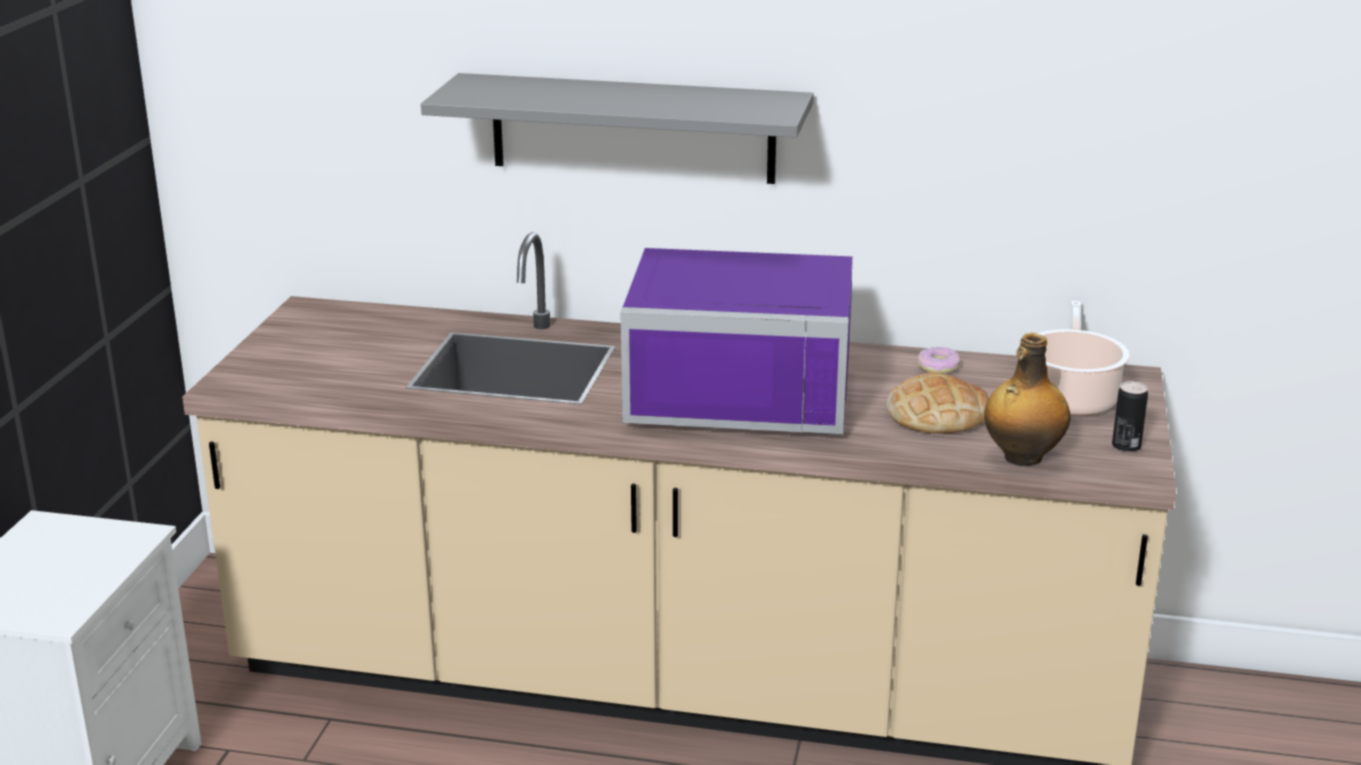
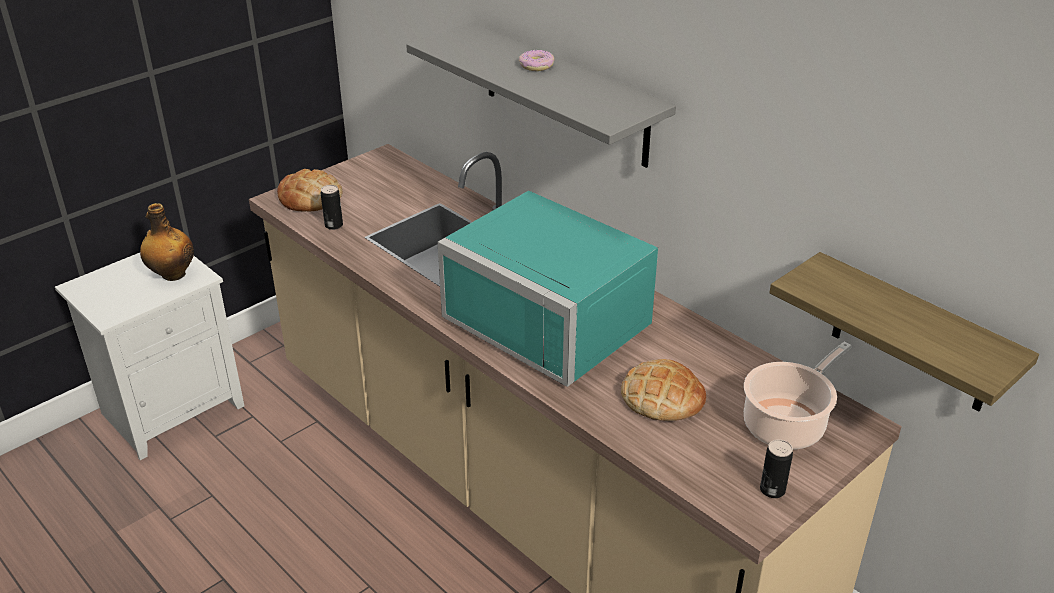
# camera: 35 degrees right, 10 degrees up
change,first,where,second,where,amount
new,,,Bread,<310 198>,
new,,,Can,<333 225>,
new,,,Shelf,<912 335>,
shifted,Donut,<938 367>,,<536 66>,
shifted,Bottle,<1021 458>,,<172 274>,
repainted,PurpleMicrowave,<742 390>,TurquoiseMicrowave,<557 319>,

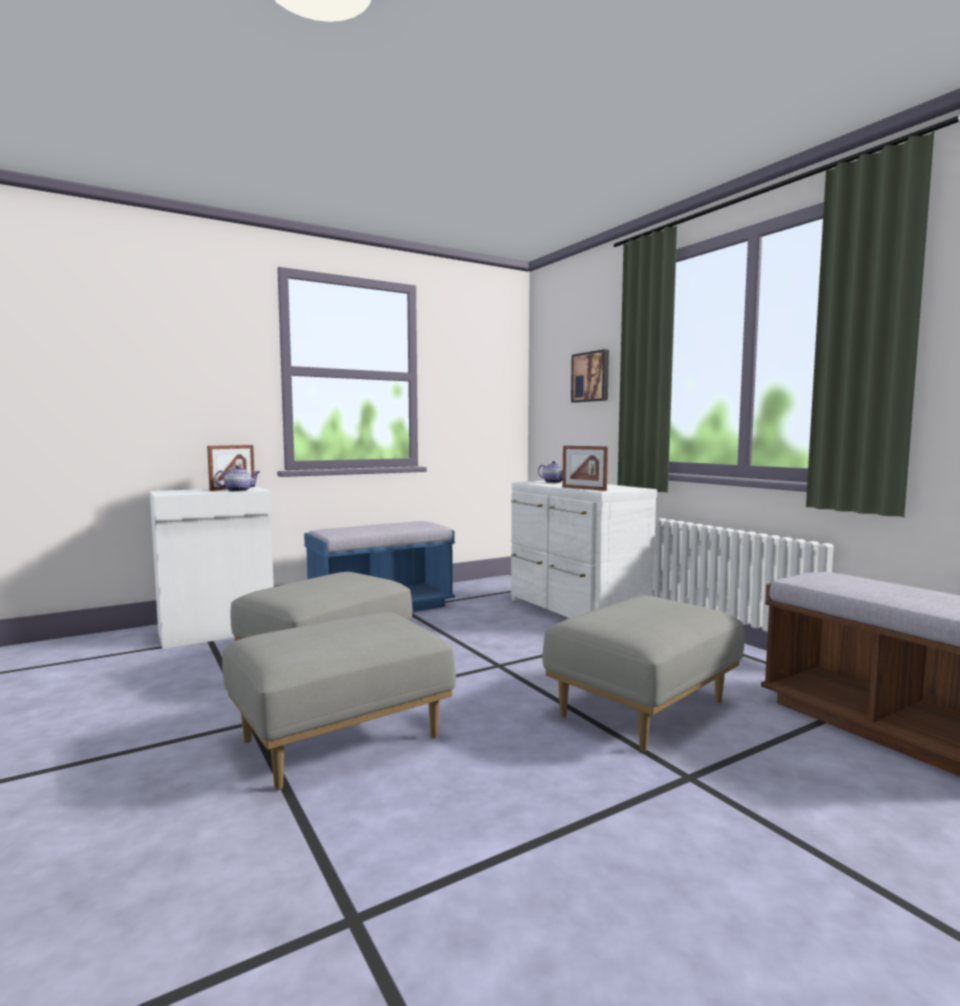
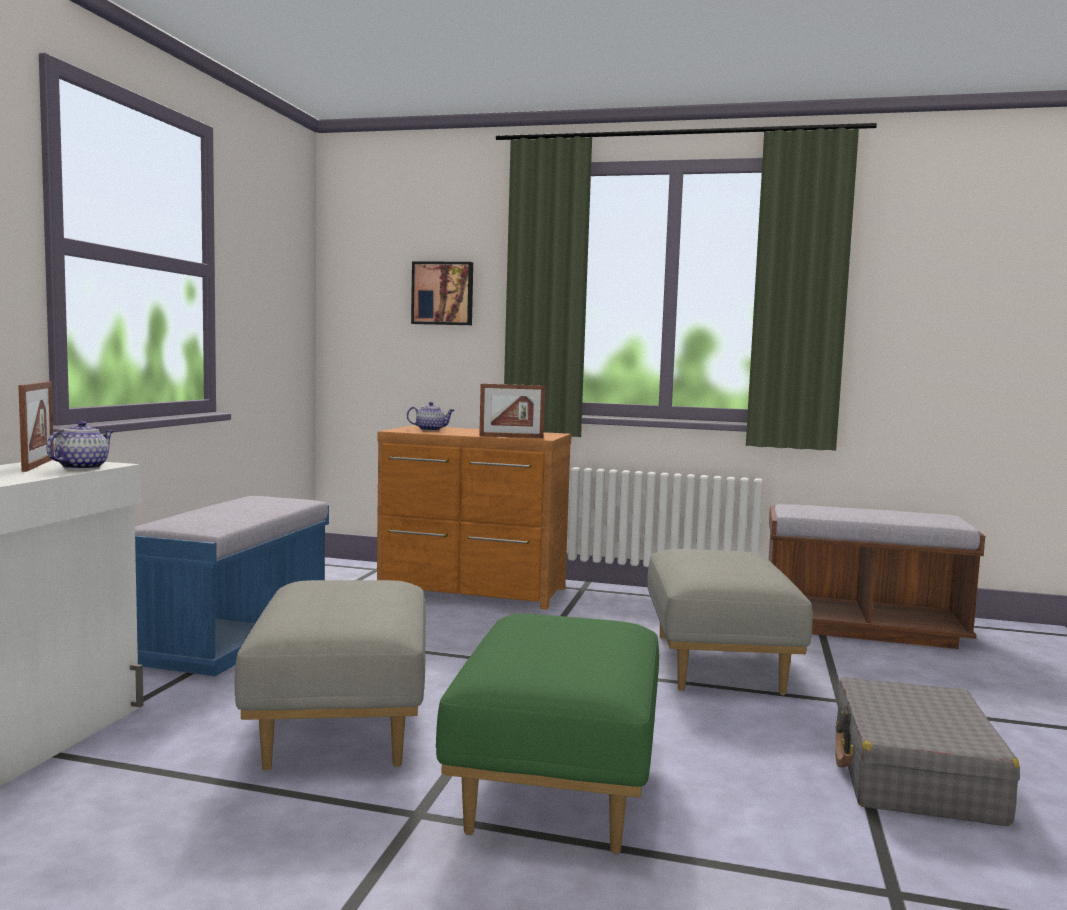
# camera: 45 degrees left, 0 degrees up
change,first,where,second,where,amount
new,,,GreySuitcase,<914 775>,
repainted,GreyOttoman,<341 738>,GreenOttoman,<555 784>,
repainted,WhiteDresser,<574 611>,BrownDresser,<472 591>,

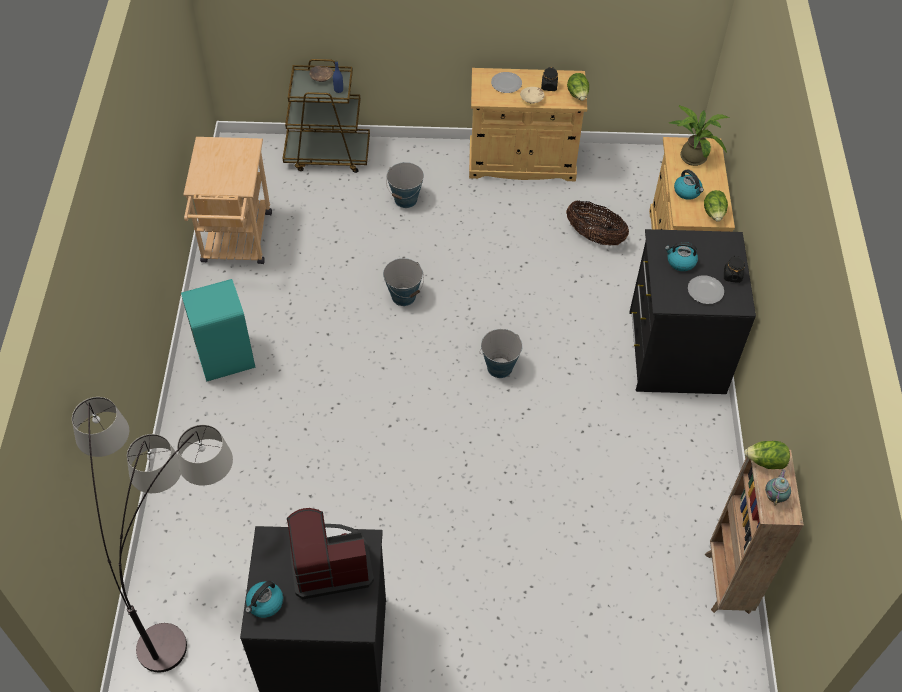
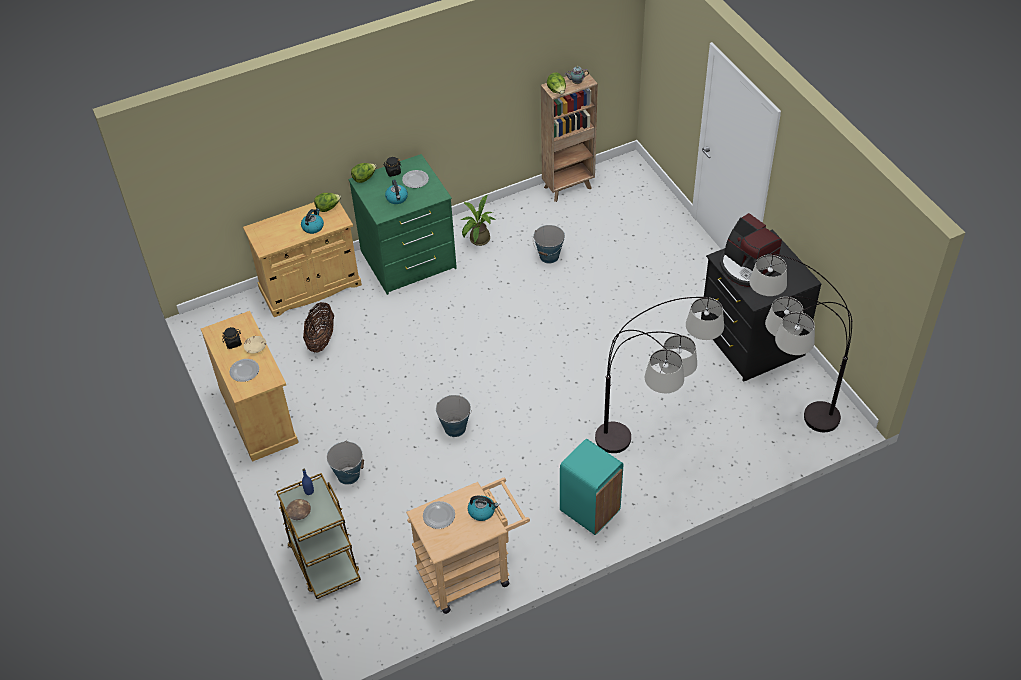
# camera: 115 degrees left, 5 degrees down
change,first,where,second,where,amount
new,,,Plate,<438 516>,
new,,,FloorLamp,<651 458>,
shifted,Kettle,<265 603>,,<482 511>,
shifted,Bucket,<499 367>,,<549 256>,
shifted,Lettuce,<577 95>,,<364 178>,
shifted,PottedPlant,<692 155>,,<477 240>,
repainted,BlackDresser,<674 352>,GreenDresser,<408 260>,

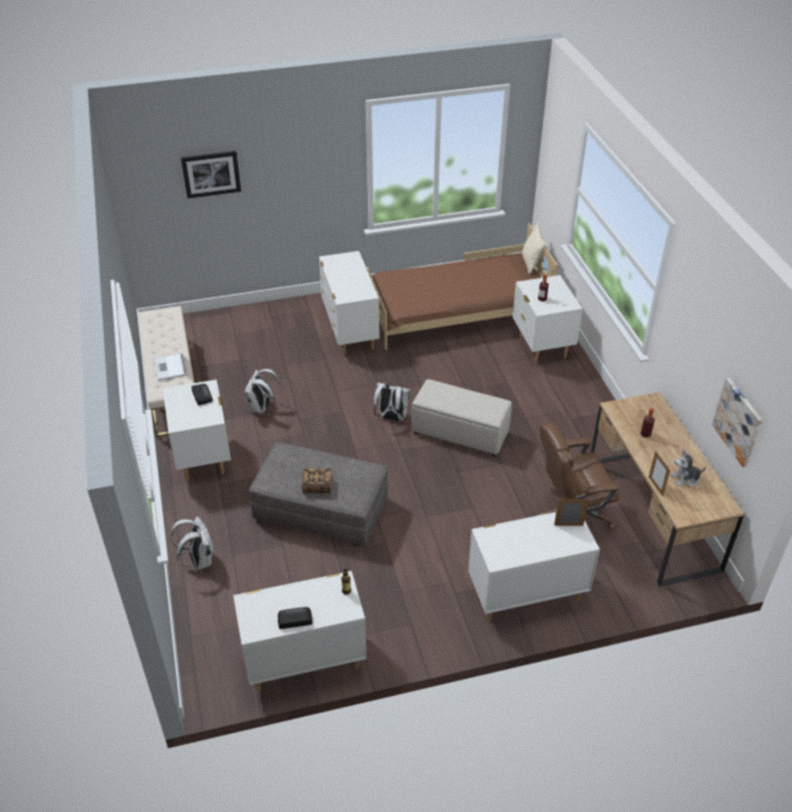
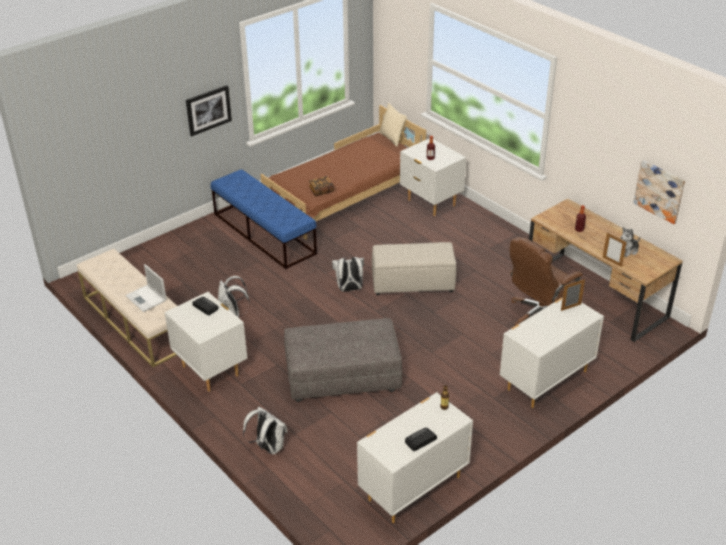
# camera: 25 degrees left, 5 degrees down
change,first,where,second,where,amount
shifted,Picture,<211 174>,,<208 110>,
shifted,Book,<317 486>,,<321 191>,
swapped,WhiteDresser,<350 331>,BlueBench,<264 234>,

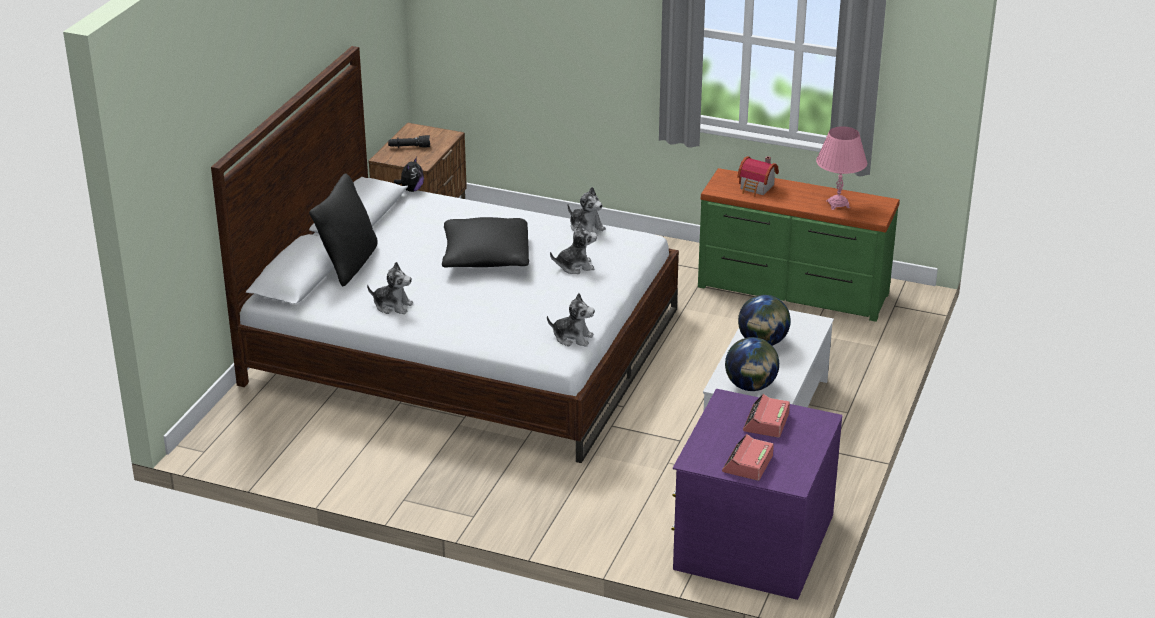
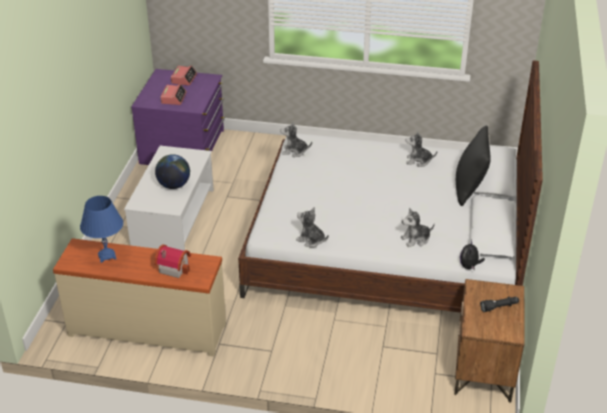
# camera: 170 degrees right, 5 degrees up
change,first,where,second,where,amount
gone,BlackPillow,<485 257>,,,
gone,Globe,<751 386>,,,
shifted,PlushToy,<575 266>,,<416 239>,
repainted,GreenDresser,<792 291>,BeigeDresser,<148 328>,
repainted,PinkTableLamp,<838 204>,BlueTableLamp,<107 256>,

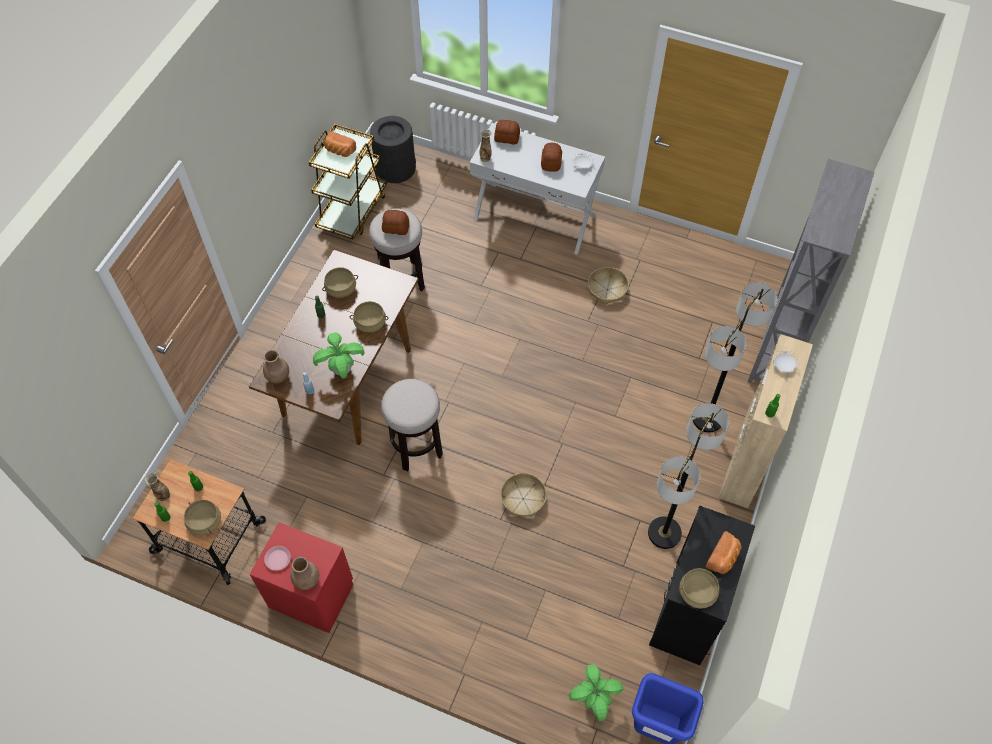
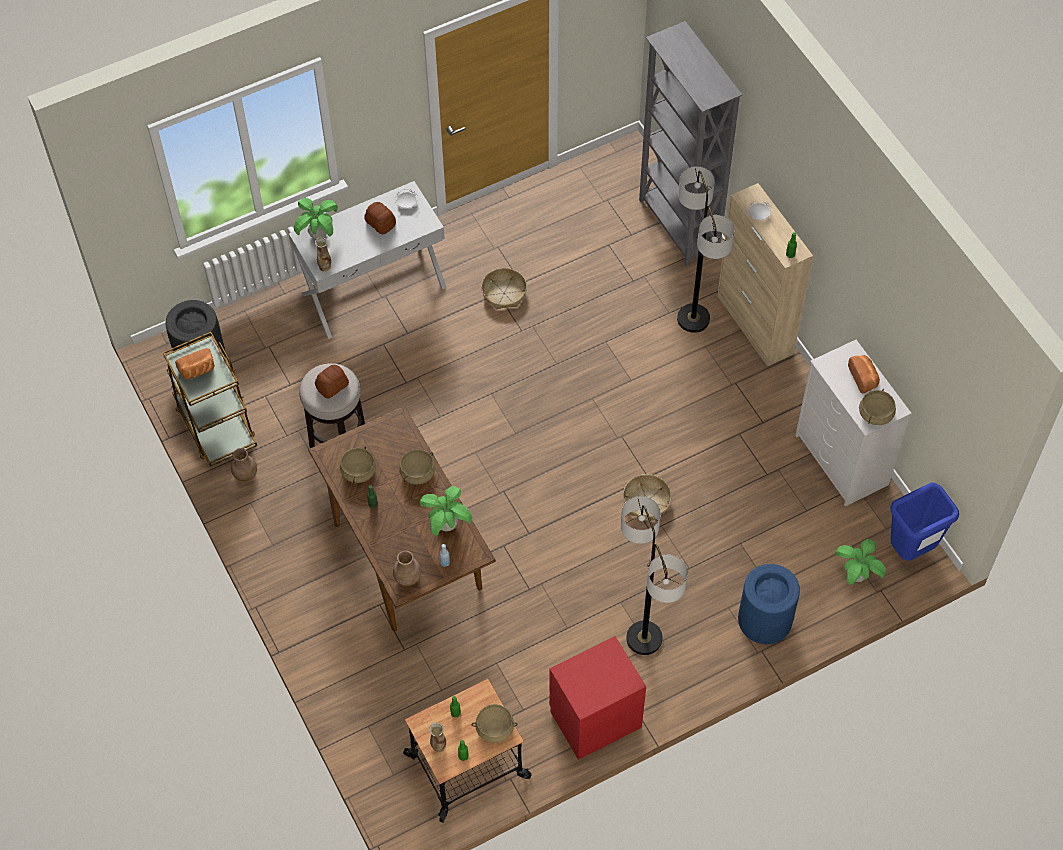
# camera: 50 degrees left, 0 degrees up
change,first,where,second,where,amount
gone,PinkPlate,<278 559>,,,
gone,Stool,<416 447>,,,
new,,,BlueTrashCan,<765 619>,
shifted,BrownVase,<307 580>,,<246 474>,
shifted,FloorLamp,<664 533>,,<644 638>,
swapped,Bread,<507 138>,PottedPlant,<319 235>,
repainted,BlackDresser,<687 613>,WhiteDresser,<842 460>,

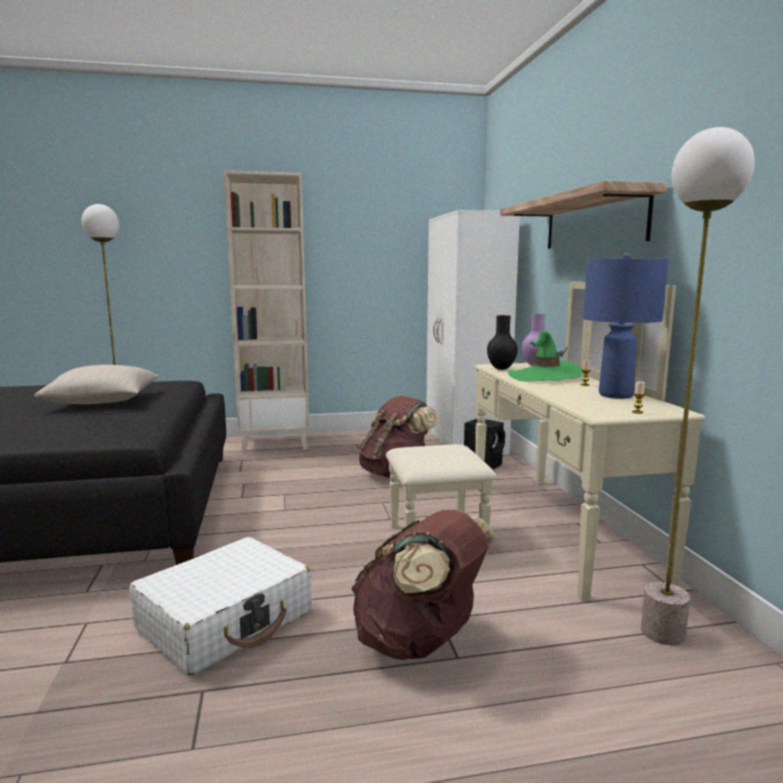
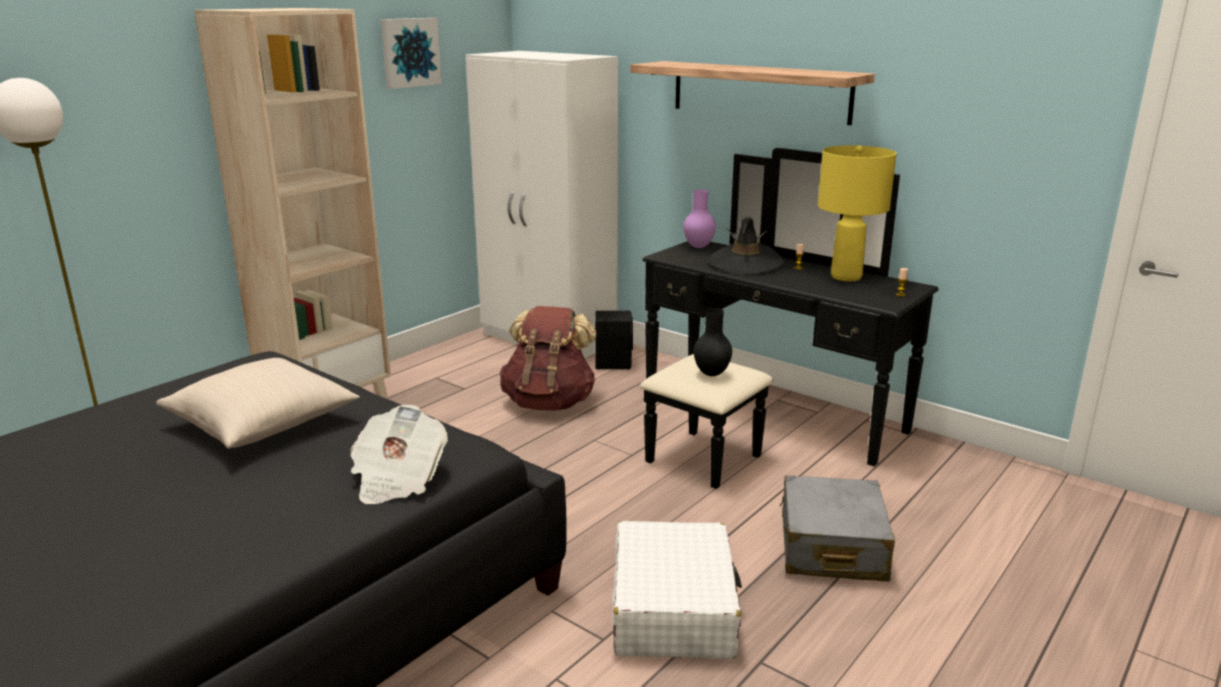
# camera: 40 degrees left, 10 degrees up
change,first,where,second,where,amount
gone,FloorLamp,<663 633>,,,
new,,,Newspaper,<397 479>,
new,,,Picture,<409 52>,
shifted,BlackVase,<500 368>,,<710 374>,
swapped,BrownBackpack,<419 642>,GreySuitcase,<831 547>,
repainted,BeigeDresser,<530 531>,BlackDresser,<758 421>,
repainted,GreenHat,<544 377>,BlackHat,<745 263>,
repainted,BlueTableLamp,<616 395>,YellowTableLamp,<846 277>,

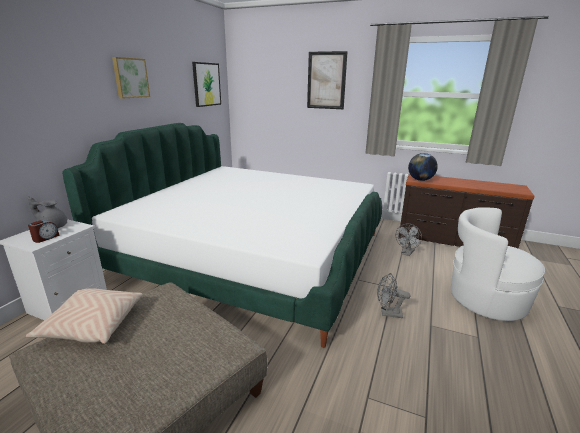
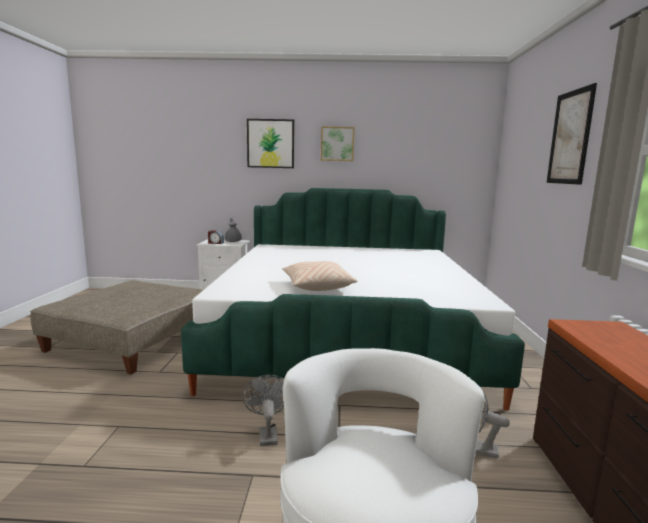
# camera: 70 degrees right, 10 degrees down
change,first,where,second,where,amount
gone,Globe,<420 180>,,,
shifted,BeigePillow,<92 325>,,<317 286>,
shifted,Picture,<206 84>,,<270 143>,

